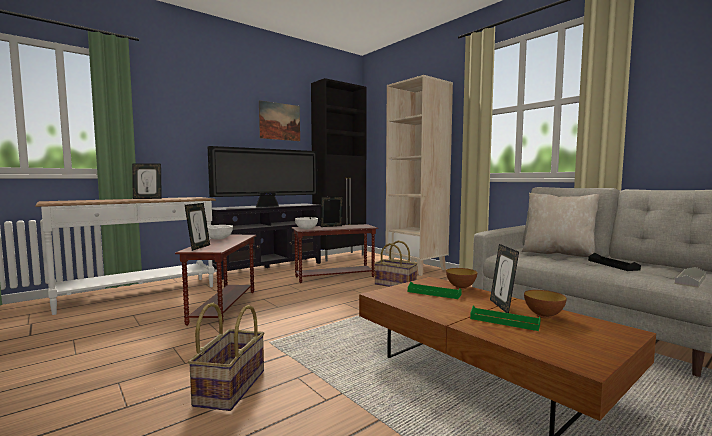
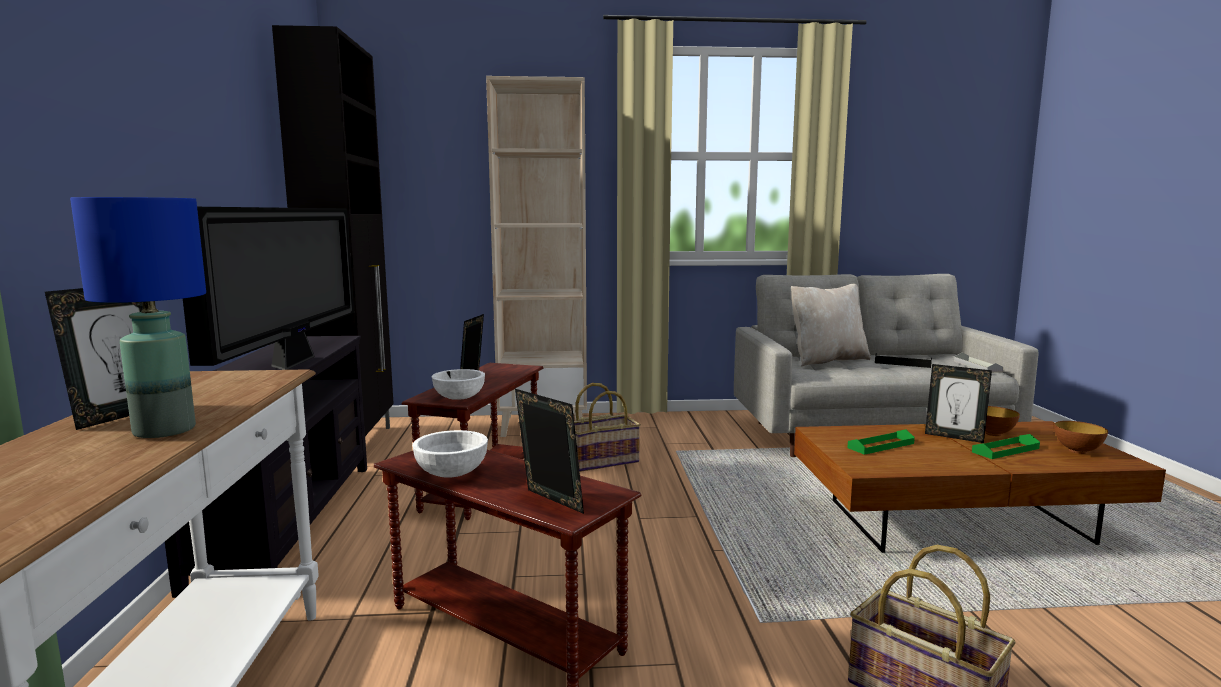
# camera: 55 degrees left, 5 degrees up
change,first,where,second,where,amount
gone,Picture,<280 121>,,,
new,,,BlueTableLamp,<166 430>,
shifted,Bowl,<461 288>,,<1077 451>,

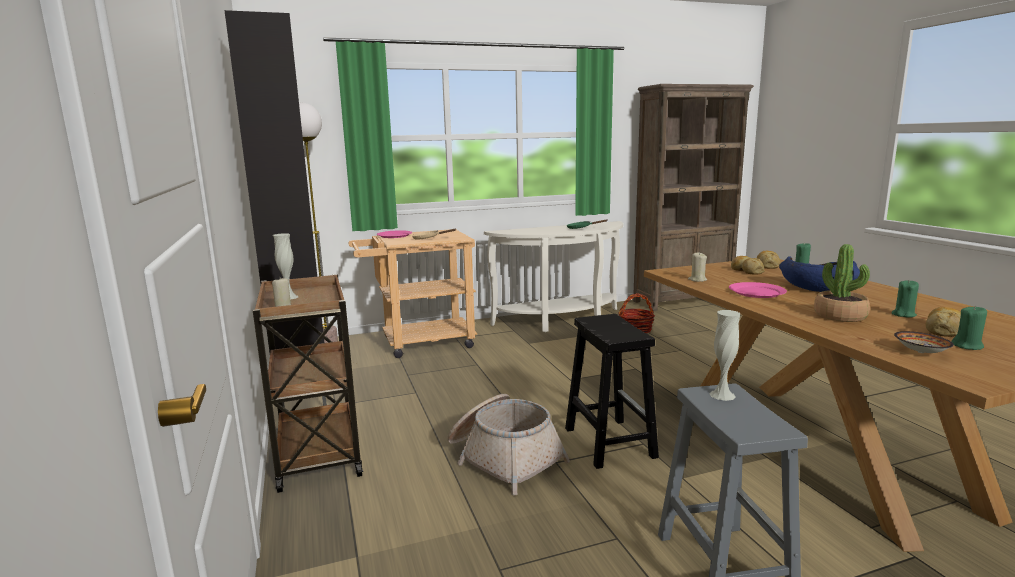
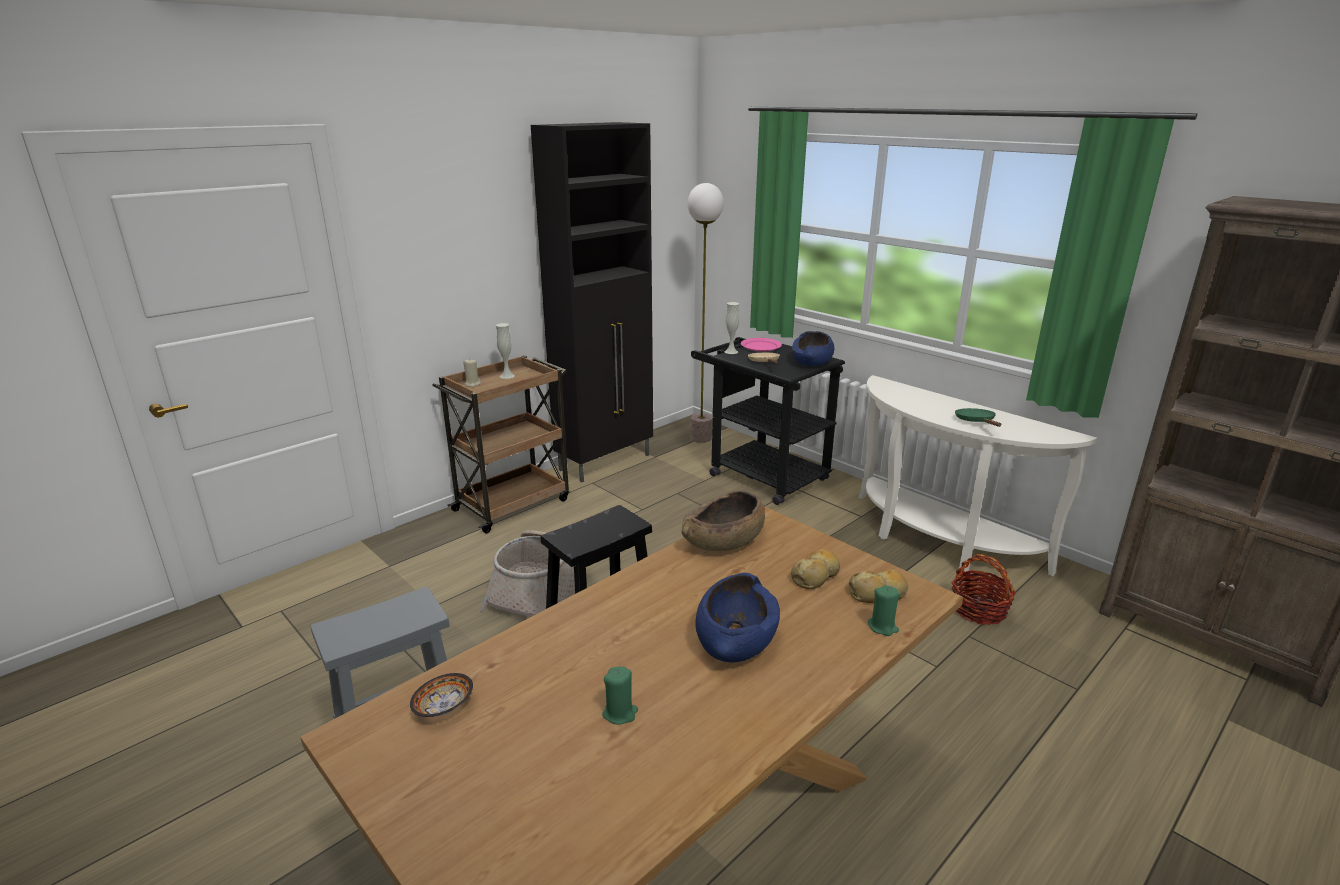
# camera: 65 degrees right, 10 degrees up
change,first,where,second,where,amount
gone,PinkPlate,<756 292>,,,
gone,PottedPlant,<840 316>,,,
gone,Bread,<944 329>,,,
gone,GreenCandle,<967 346>,,,
new,,,BlueBowl,<812 362>,
shifted,WhiteVase,<722 395>,,<731 351>,
swapped,BeigeCandle,<697 280>,BrownBowl,<723 541>,
repainted,BeigeCart,<419 343>,BlackCart,<760 474>,

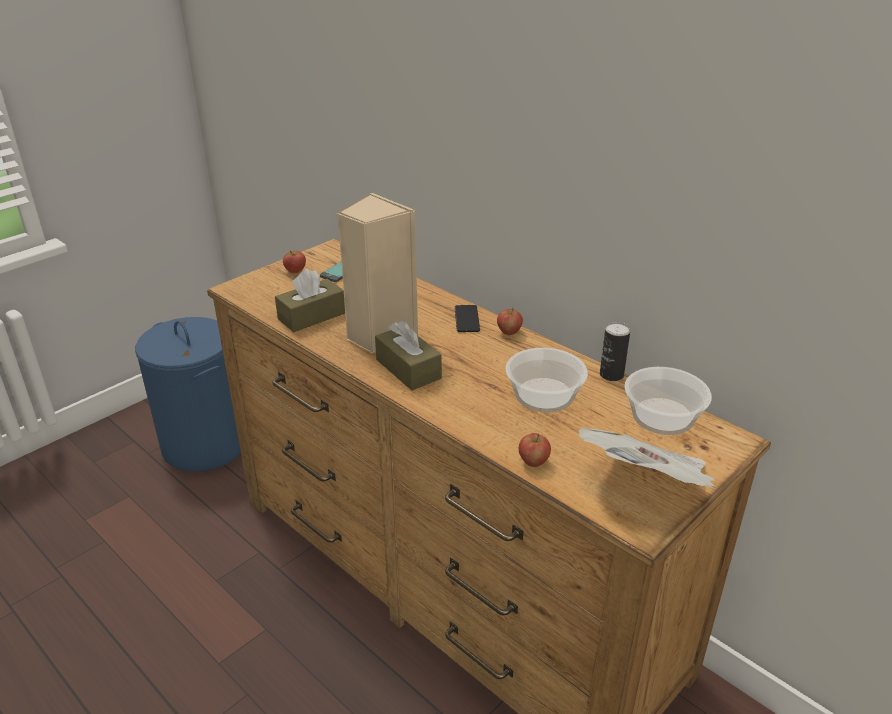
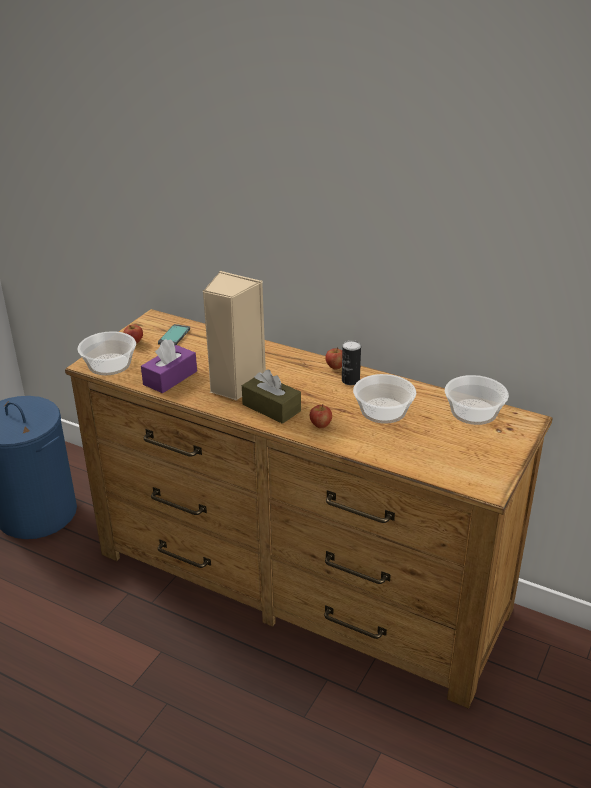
# camera: 15 degrees left, 0 degrees up
change,first,where,second,where,amount
gone,Phone,<467 319>,,,
gone,Newspaper,<647 484>,,,
new,,,Bowl,<109 364>,
shifted,Apple,<533 461>,,<320 425>,
shifted,Can,<611 375>,,<350 380>,
repainted,BrownTissueBox,<312 316>,PurpleTissueBox,<170 378>,

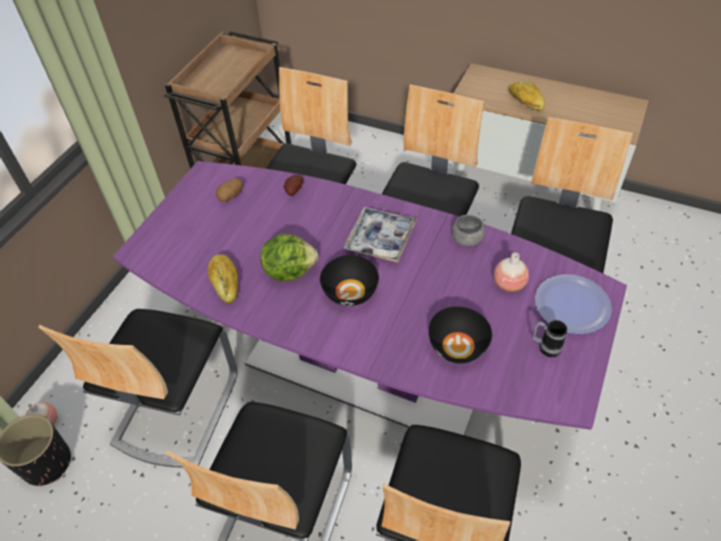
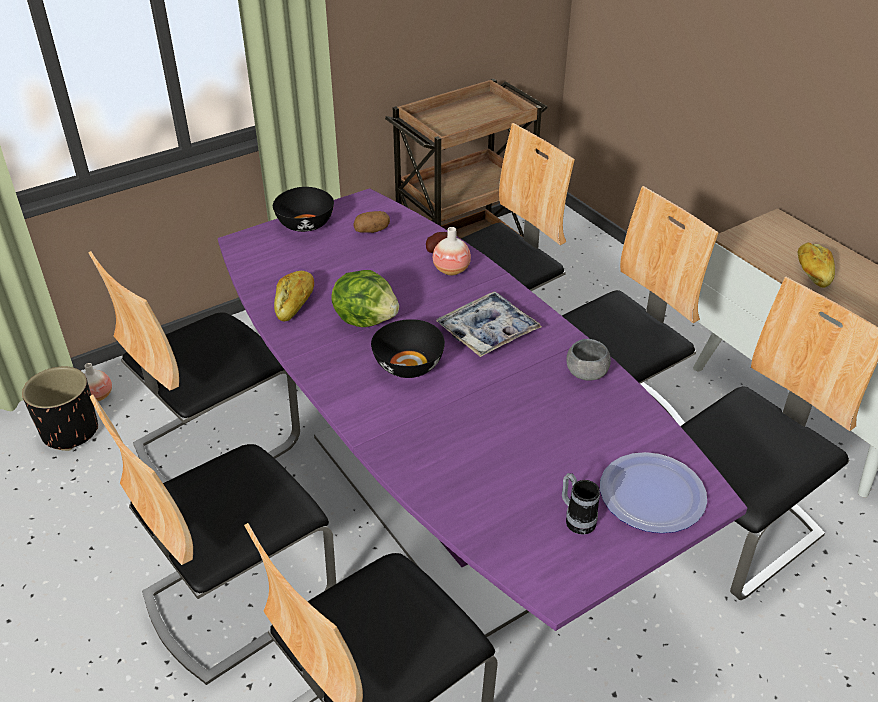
# camera: 30 degrees right, 10 degrees down
change,first,where,second,where,amount
shifted,BlackBowl,<457 346>,,<305 224>,
shifted,Vase,<509 284>,,<451 270>,

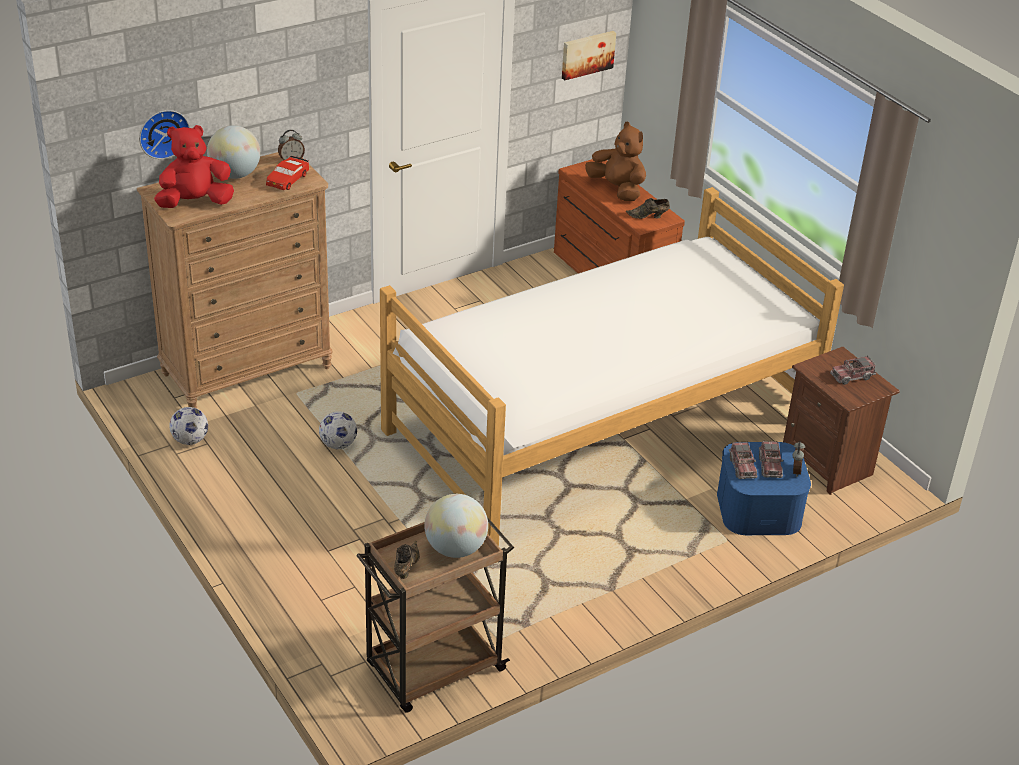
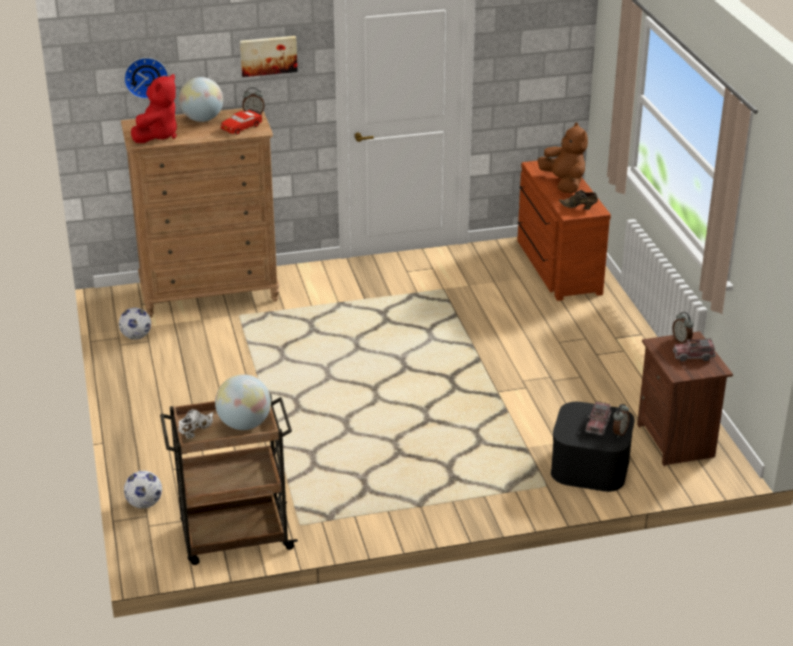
# camera: 20 degrees right, 5 degrees down
change,first,where,second,where,amount
gone,Bed,<602 427>,,,
gone,ToyTruck,<742 467>,,,
new,,,AlarmClock,<682 340>,
shifted,Football,<338 444>,,<144 504>,
shifted,Picture,<587 54>,,<268 55>,
repainted,BrownShoe,<406 567>,WhiteShoe,<195 431>,
repainted,BlueStorageBox,<759 508>,BlackStorageBox,<590 465>,
rotated,RedPlushToy,<195 203>,,<157 135>,120 degrees clockwise

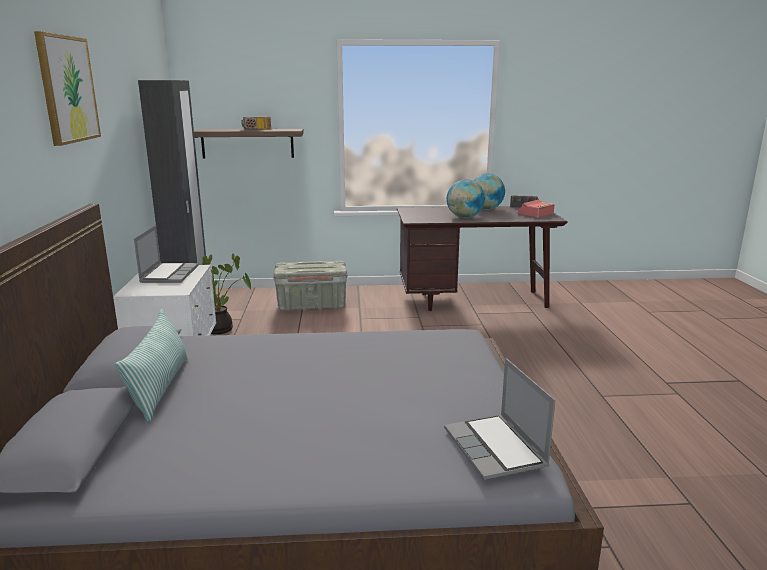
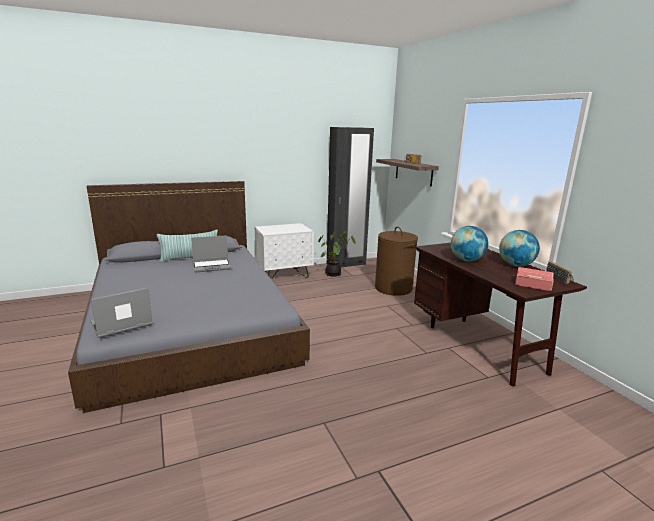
# camera: 70 degrees right, 0 degrees up
change,first,where,second,where,amount
gone,Picture,<67 89>,,,
shifted,Laptop,<169 274>,,<212 266>,
swapped,GreyStorageBox,<312 305>,BrownLaundryBasket,<393 288>,

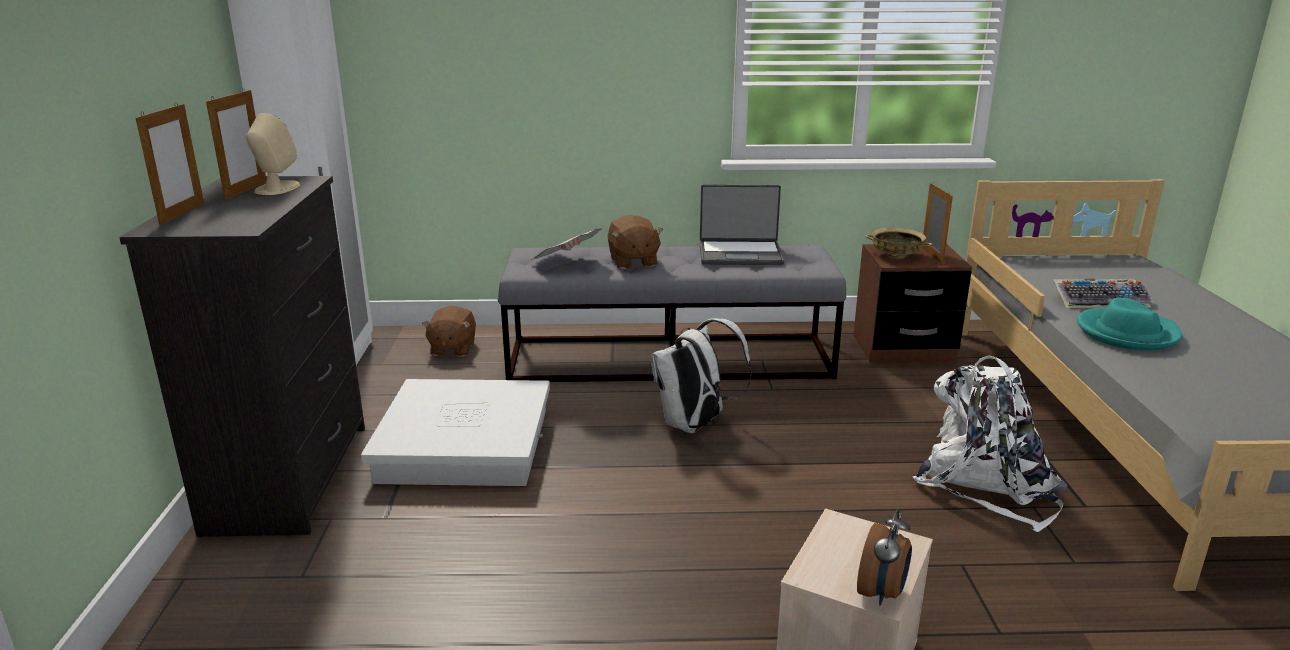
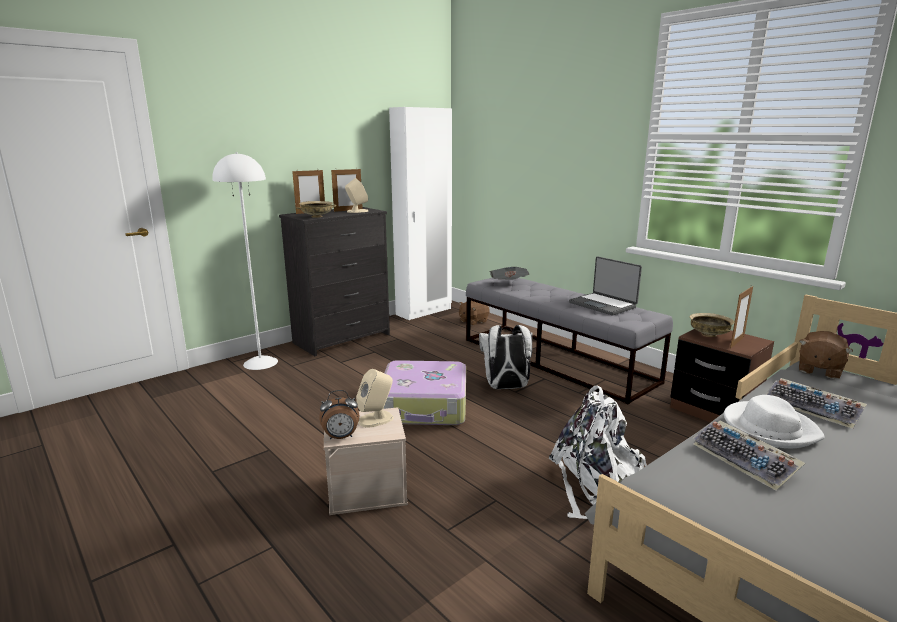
# camera: 50 degrees right, 5 degrees down
change,first,where,second,where,amount
gone,WhiteStorageBox,<465 444>,,,
new,,,WhiteFloorLamp,<260 362>,
new,,,BeigeBowl,<317 216>,
new,,,BeigeSpeaker,<376 419>,
new,,,Suitcase,<425 406>,
new,,,Keyboard,<745 461>,
shifted,BrownPlushToy,<633 262>,,<819 370>,
repainted,TurquoiseHat,<1126 333>,WhiteHat,<769 428>,

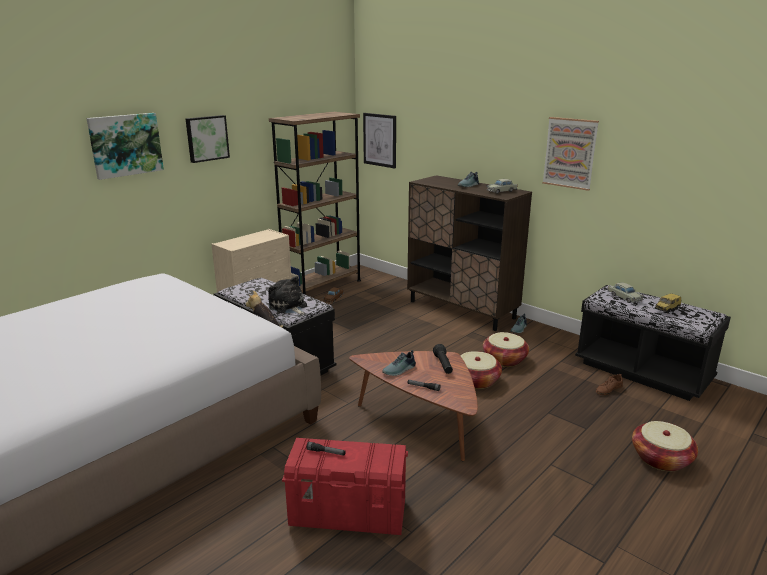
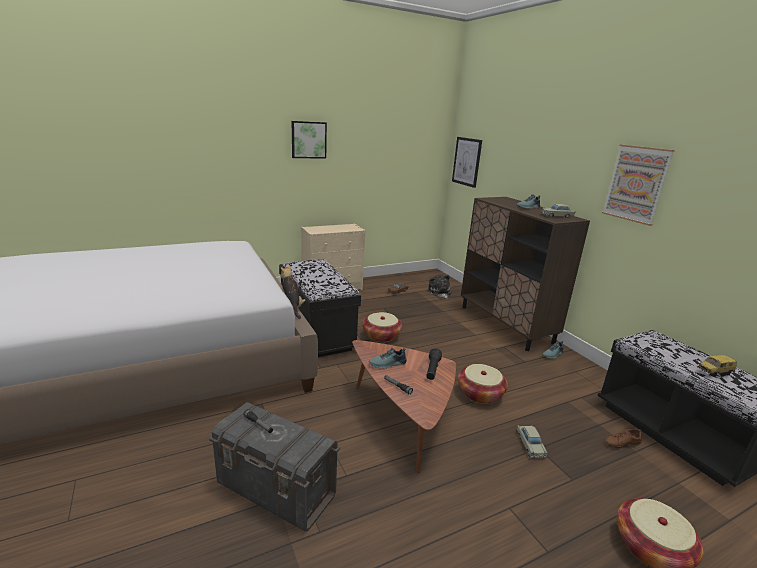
# camera: 20 degrees right, 0 degrees up
change,first,where,second,where,amount
gone,Picture,<125 145>,,,
gone,BrownBookcase,<322 286>,,,
shifted,PlushToy,<288 307>,,<440 292>,
shifted,Basket,<504 359>,,<381 336>,
shifted,BeigeToyCar,<624 297>,,<530 445>,
repainted,RedStorageBox,<349 514>,GreyStorageBox,<276 490>,

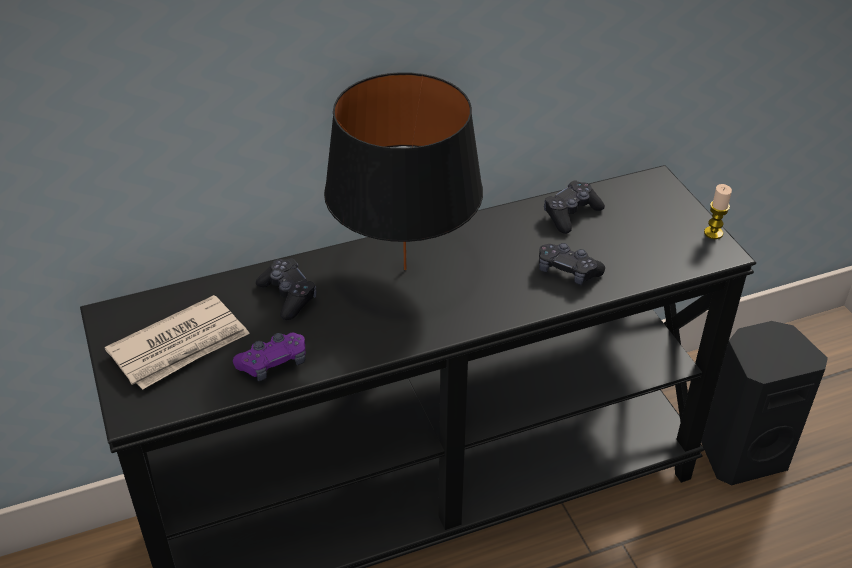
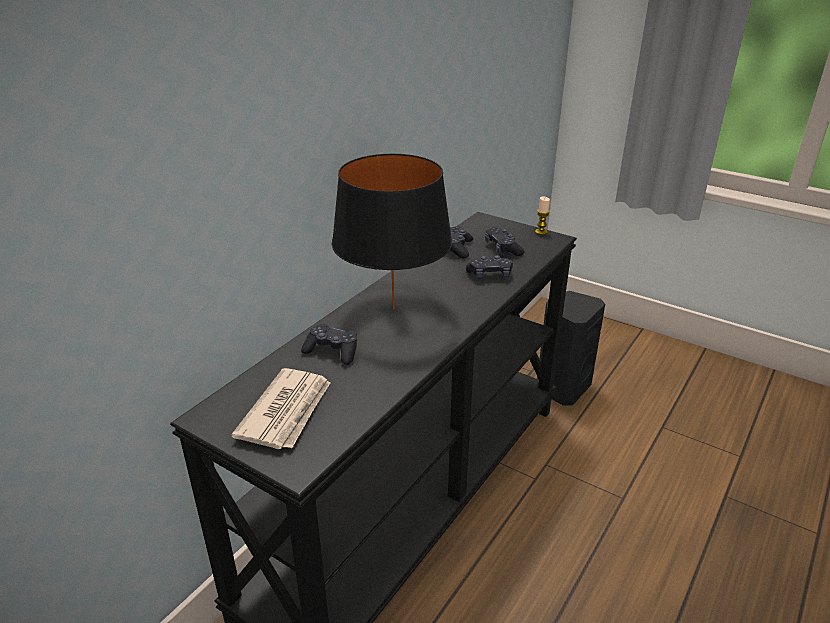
# camera: 35 degrees left, 10 degrees down
change,first,where,second,where,amount
gone,PurpleGameController,<273 363>,,,
new,,,BlackGameController,<503 248>,

